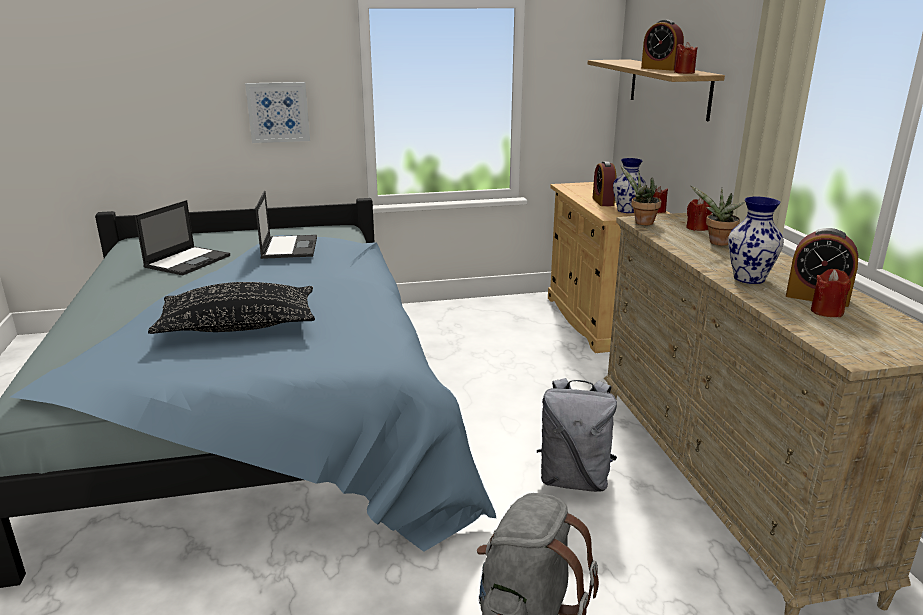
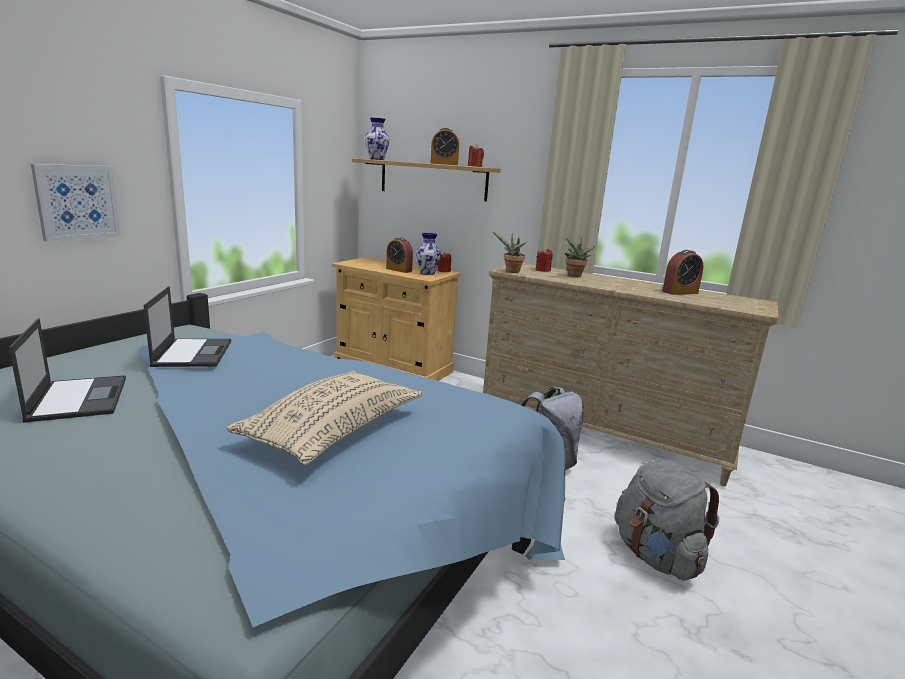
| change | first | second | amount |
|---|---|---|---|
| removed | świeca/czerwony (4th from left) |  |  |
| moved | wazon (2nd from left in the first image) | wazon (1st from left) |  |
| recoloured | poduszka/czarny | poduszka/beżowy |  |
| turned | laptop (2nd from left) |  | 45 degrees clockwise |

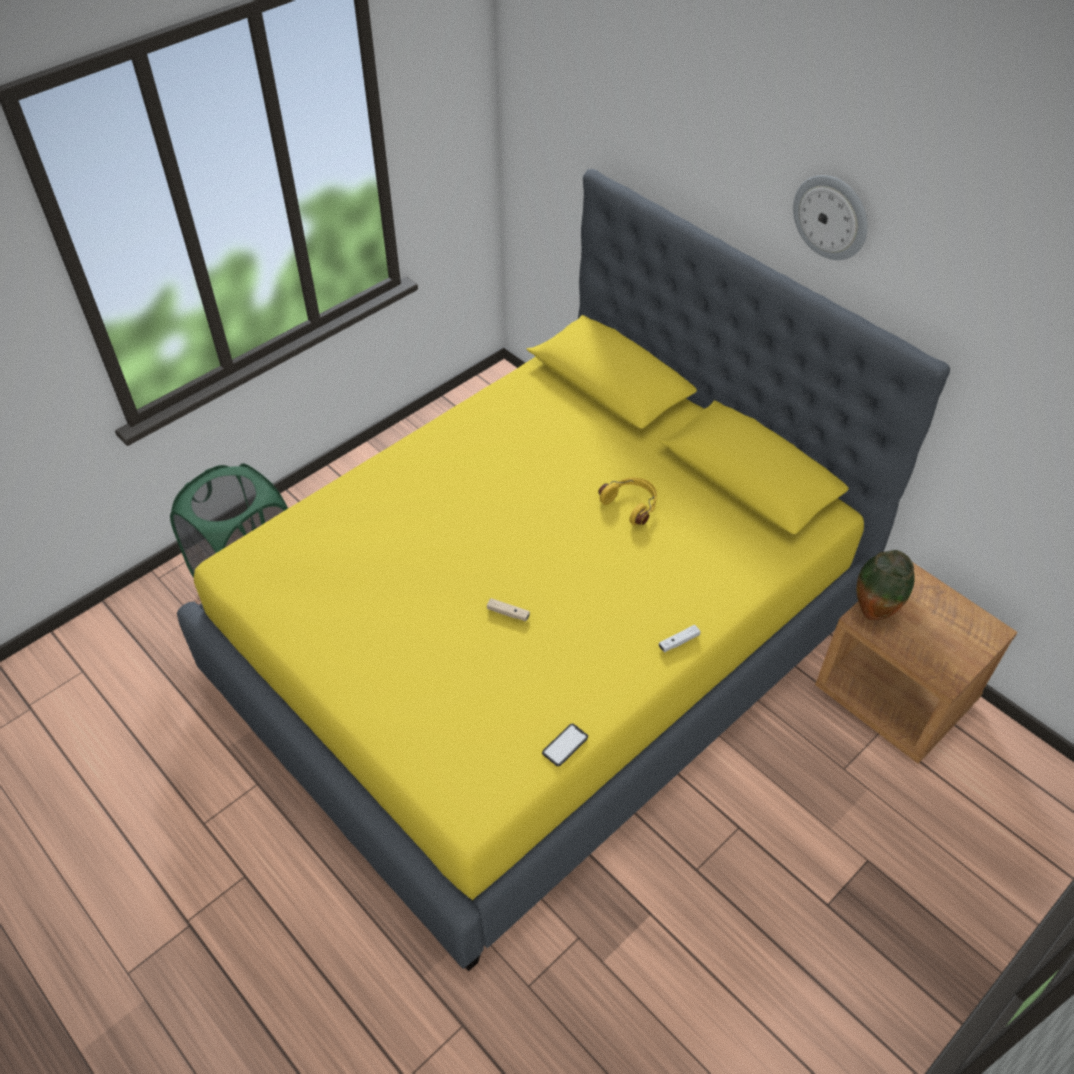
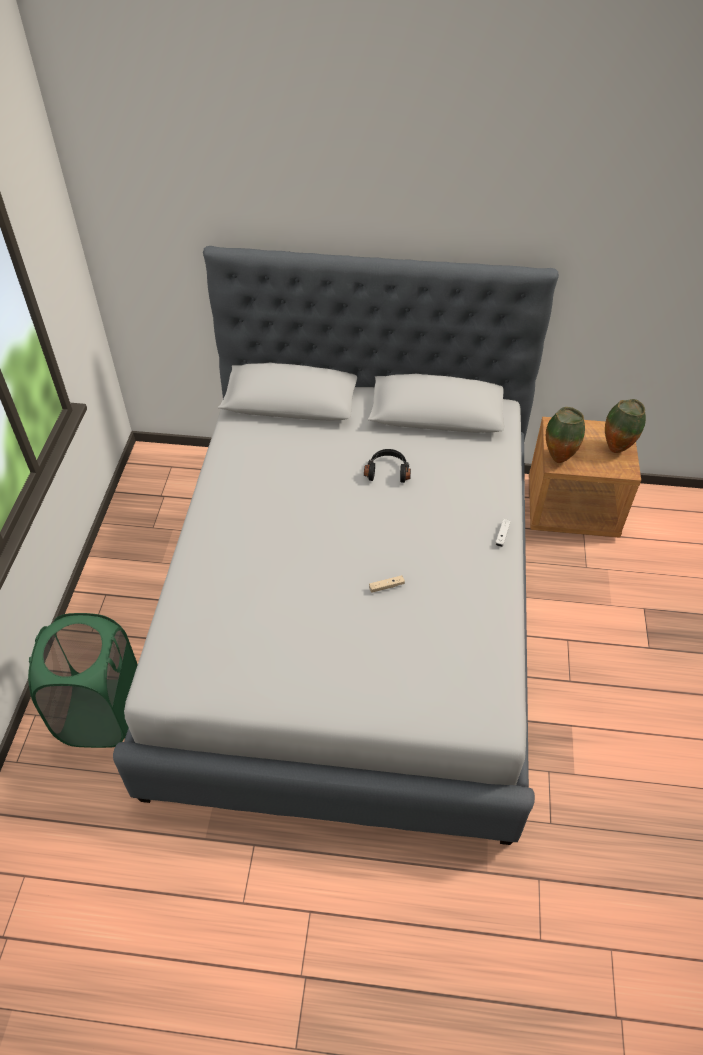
| change | first | second | amount |
|---|---|---|---|
| removed | telefon |  |  |
| removed | zegar ścienny |  |  |
| added |  | wazon (2nd from left) |  |
| recoloured | łóżko/żółty | łóżko/szary |  |
| recoloured | słuchawki/żółty | słuchawki/czarny |  |

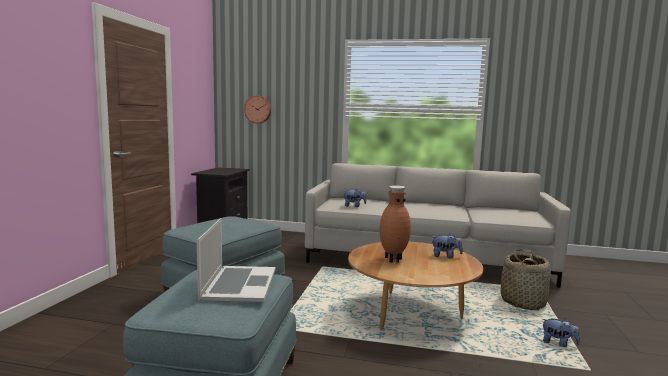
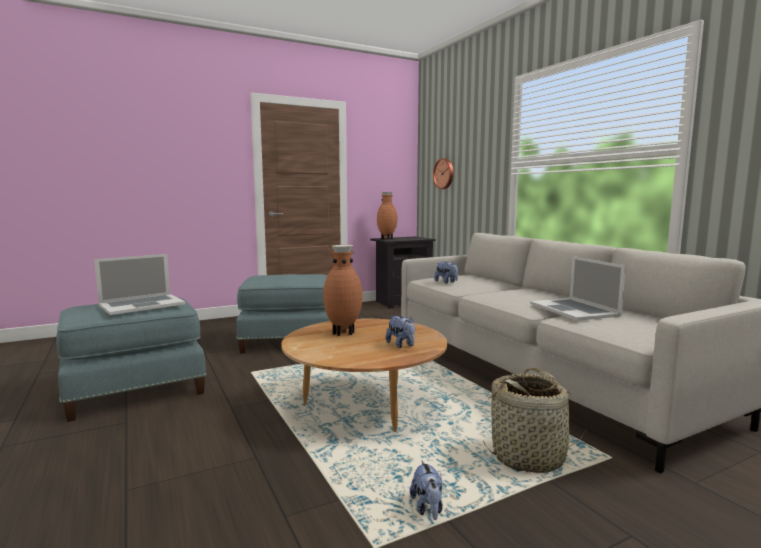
| change | first | second | amount |
|---|---|---|---|
| added |  | wazon/brązowy (2nd from left) |  |
| added |  | laptop (2nd from left) |  |

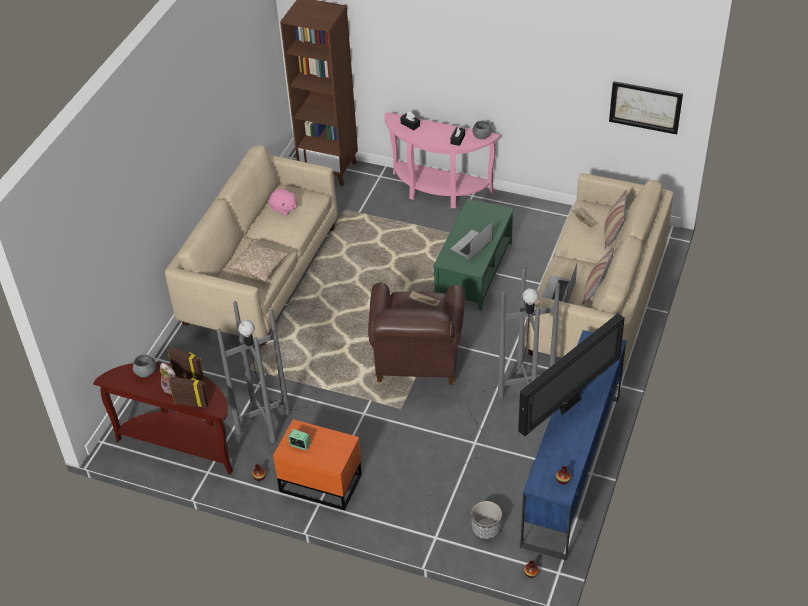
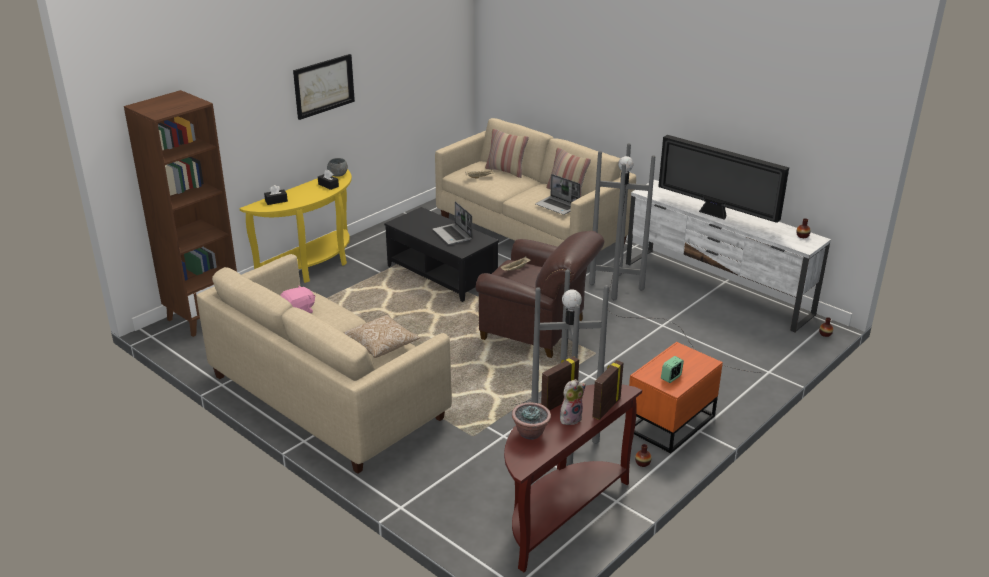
| change | first | second | amount |
|---|---|---|---|
| removed | donica |  |  |
| moved | obraz |  |  |
| replaced | miska/szary (1st from left) | roślina doniczkowa |  |
| recoloured | stolik konsolowy/różowy | stolik konsolowy/żółty |  |
| recoloured | ława/zielony | ława/czarny |  |
| recoloured | szafka pod telewizor/niebieski | szafka pod telewizor/biały |  |
| turned | telewizor |  | 150 degrees clockwise |

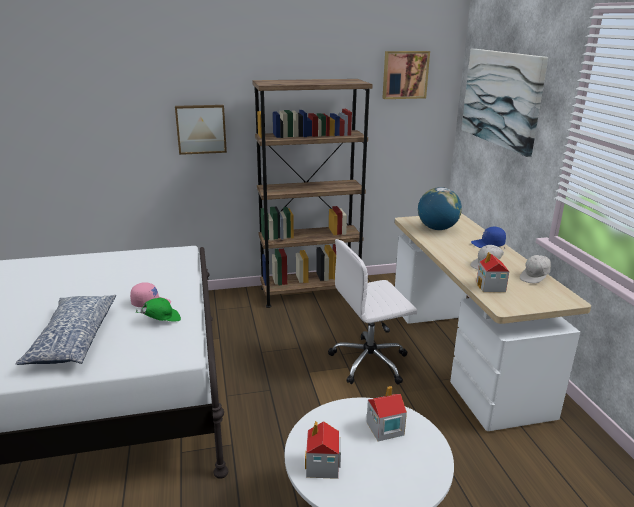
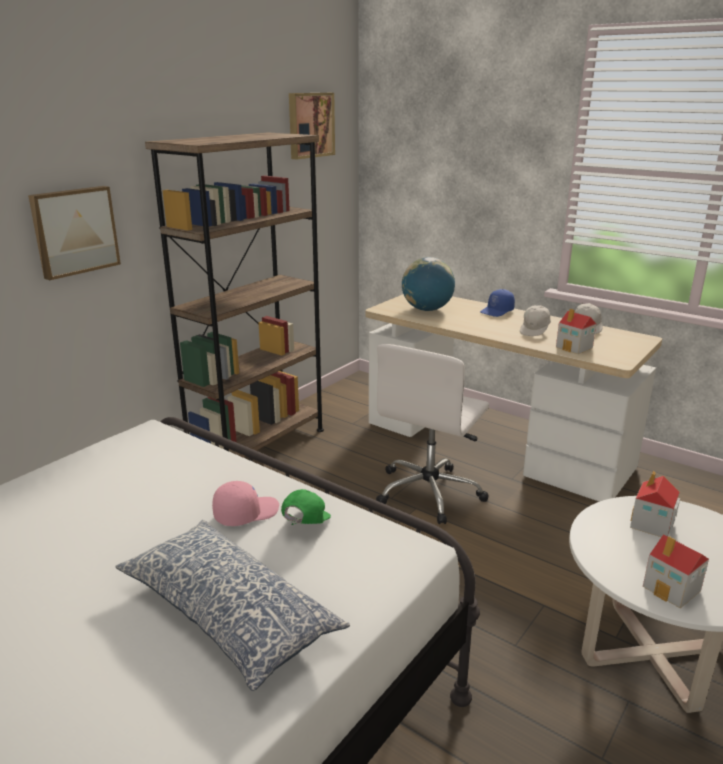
| change | first | second | amount |
|---|---|---|---|
| removed | obraz (3rd from left) |  |  |

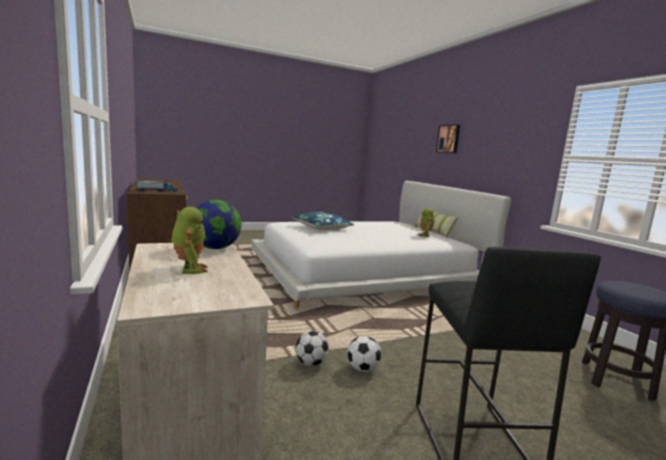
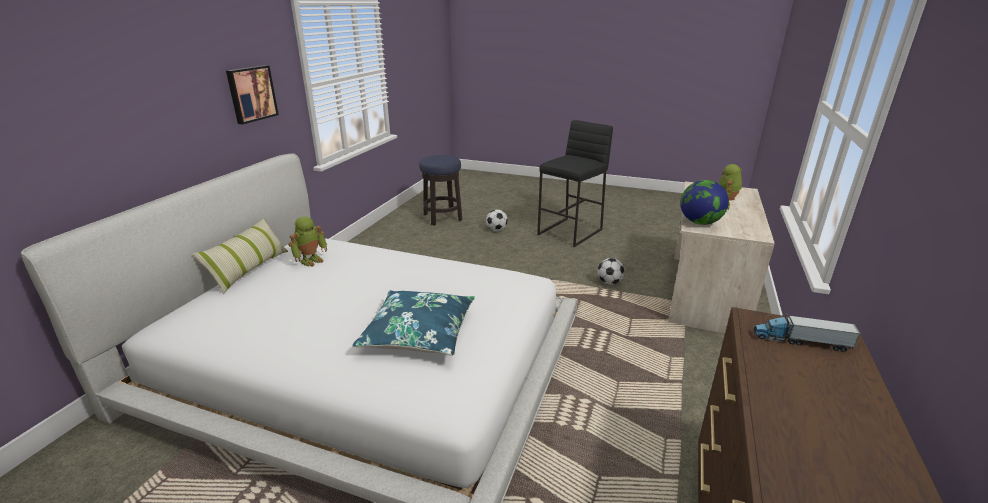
| change | first | second | amount |
|---|---|---|---|
| moved | piłka futbolowa (2nd from left in the first image) | piłka futbolowa (1st from left) |  |
| moved | obraz |  |  |

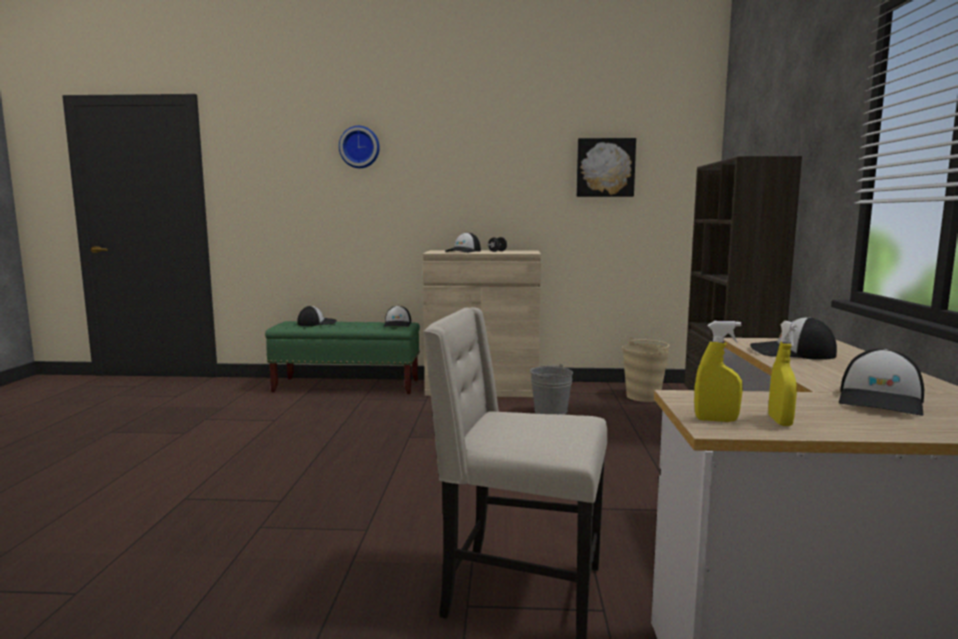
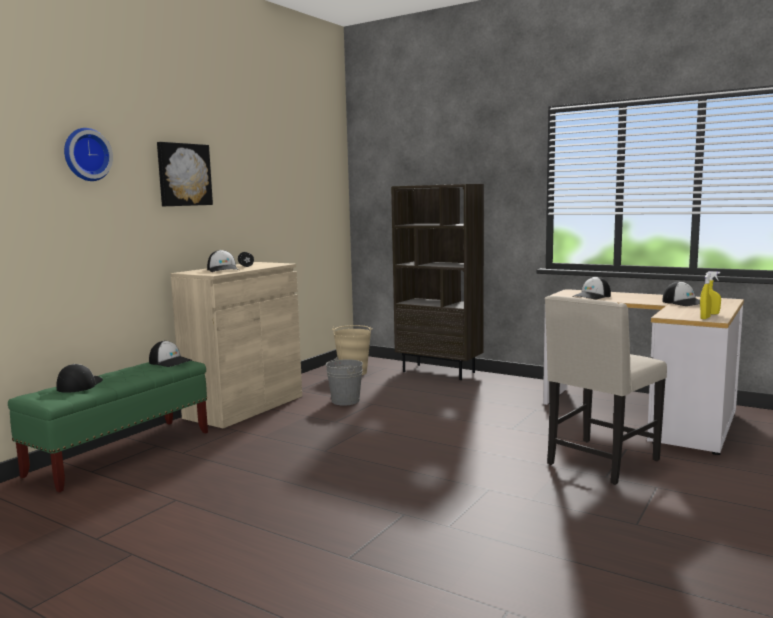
| change | first | second | amount |
|---|---|---|---|
| moved | obraz |  |  |

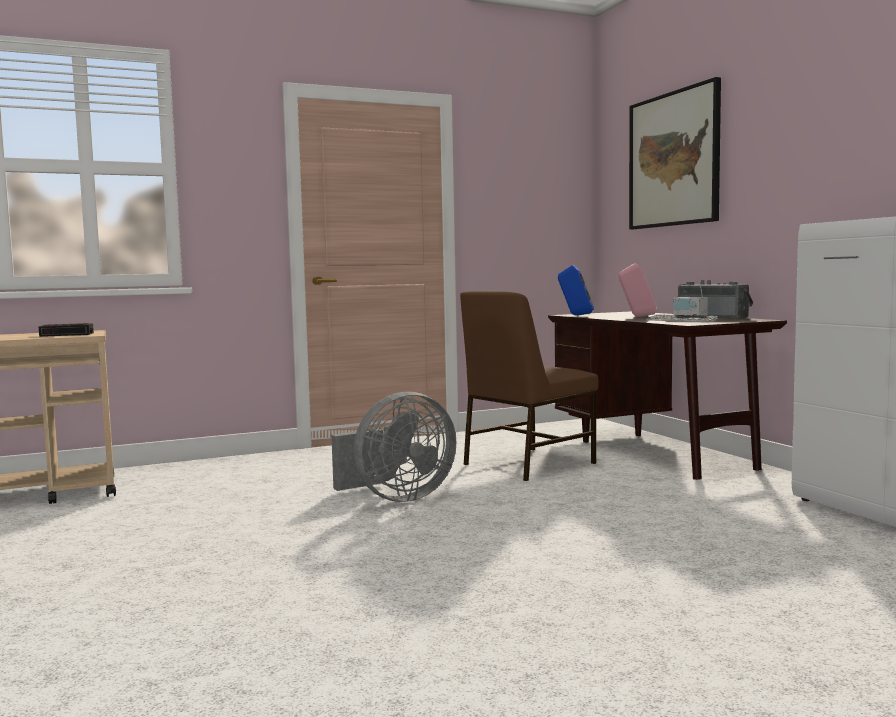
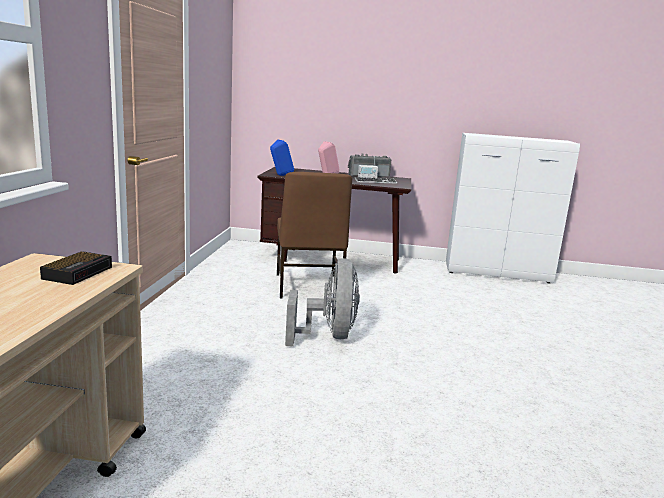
| change | first | second | amount |
|---|---|---|---|
| removed | obraz |  |  |

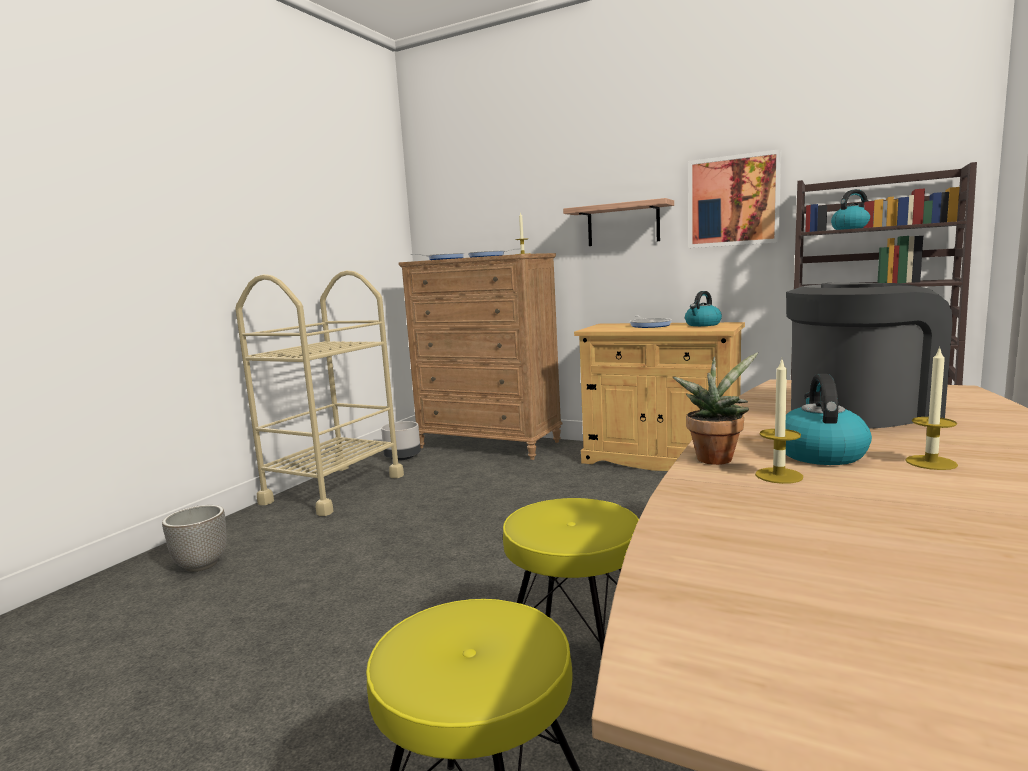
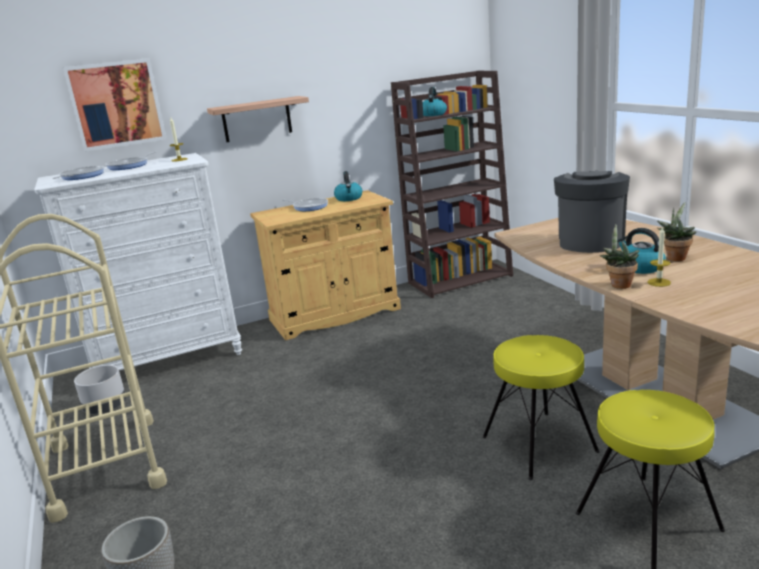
| change | first | second | amount |
|---|---|---|---|
| moved | obraz |  |  |
| replaced | świeca (3rd from left) | roślina doniczkowa (2nd from left) |  |
| recoloured | komoda/brązowy | komoda/biały |  |

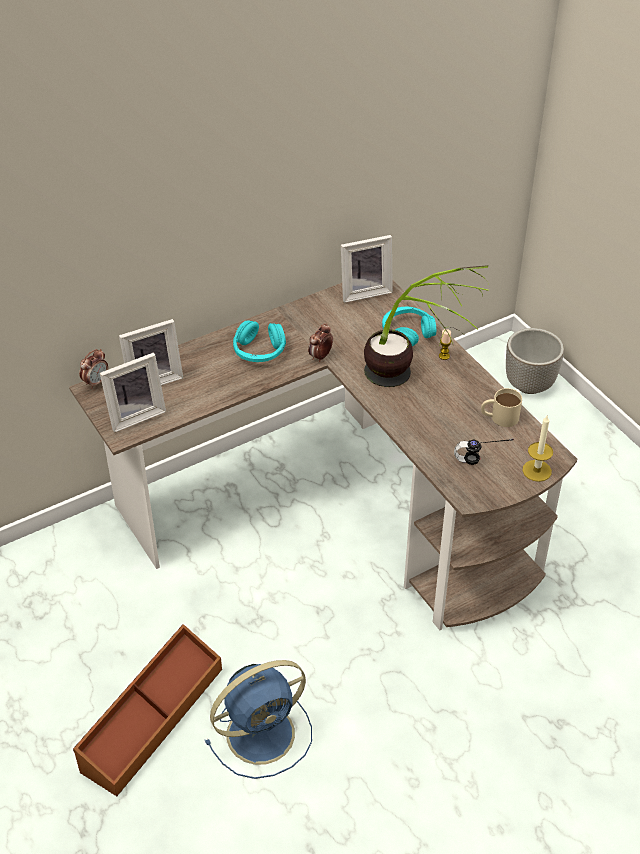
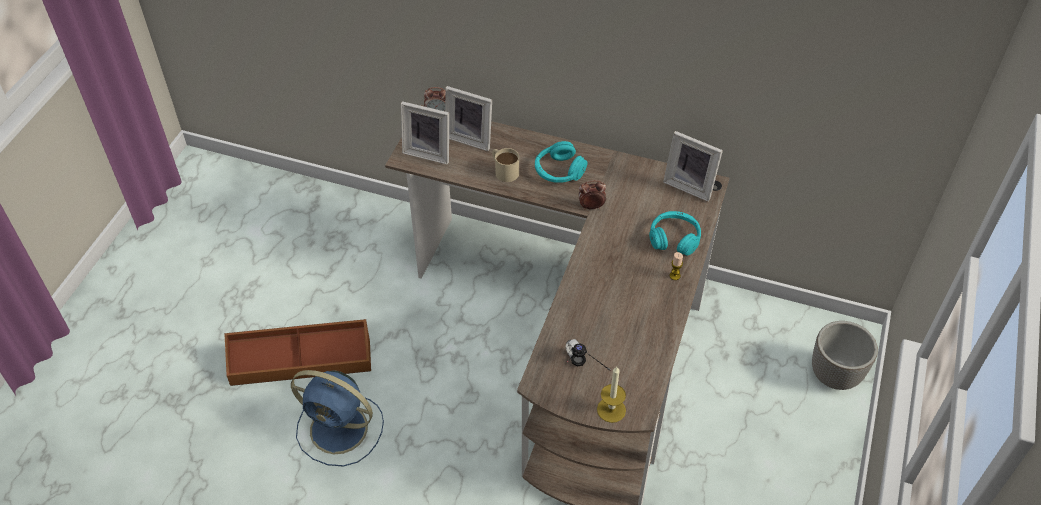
| change | first | second | amount |
|---|---|---|---|
| removed | roślina doniczkowa |  |  |
| moved | kubek/beżowy |  |  |

